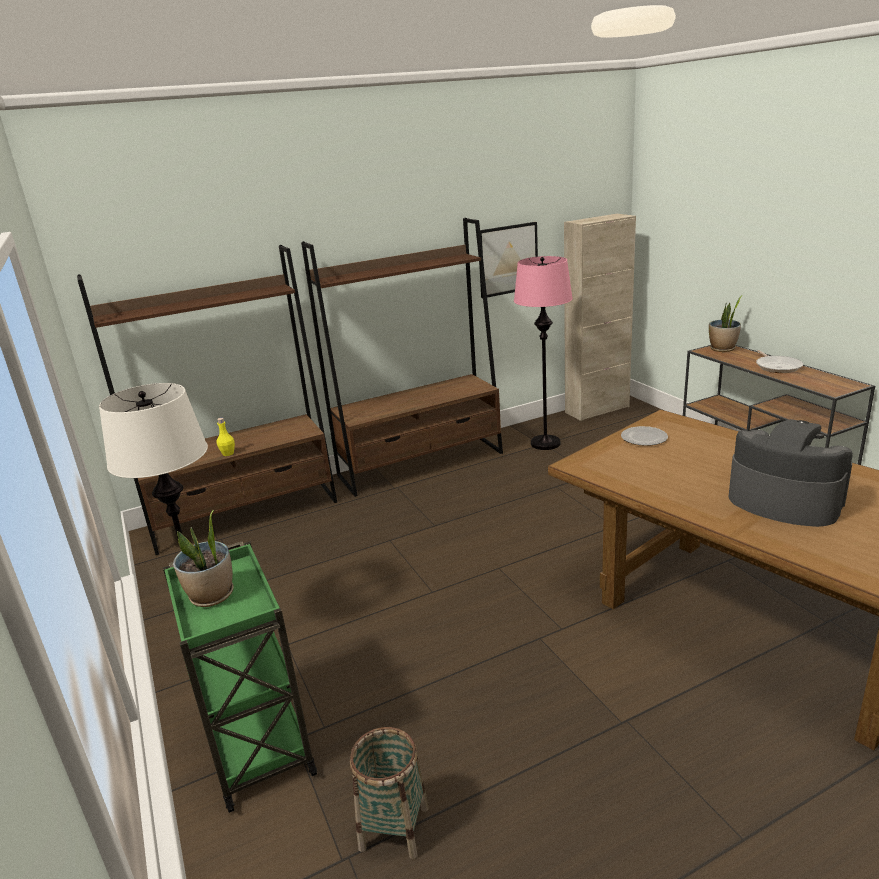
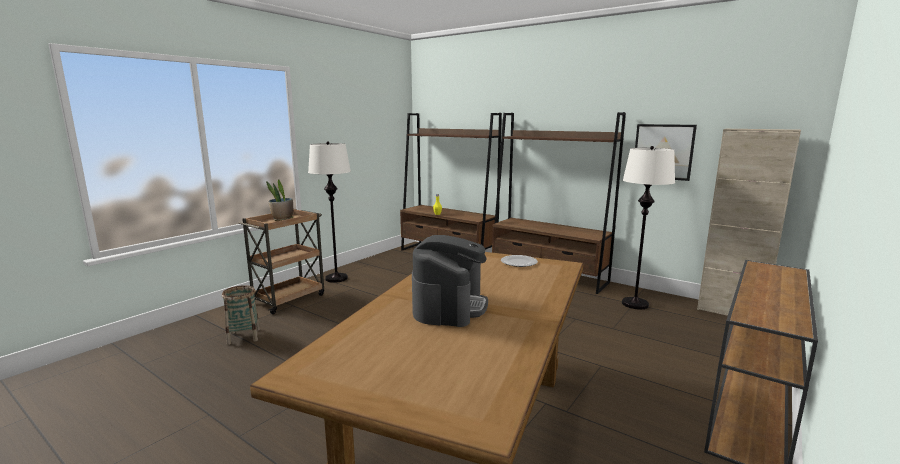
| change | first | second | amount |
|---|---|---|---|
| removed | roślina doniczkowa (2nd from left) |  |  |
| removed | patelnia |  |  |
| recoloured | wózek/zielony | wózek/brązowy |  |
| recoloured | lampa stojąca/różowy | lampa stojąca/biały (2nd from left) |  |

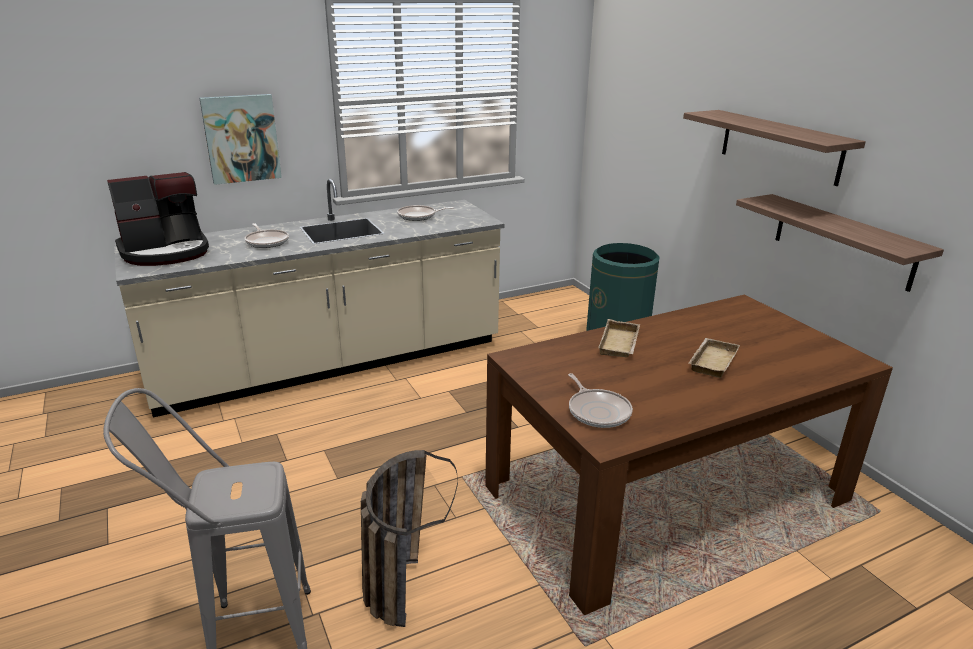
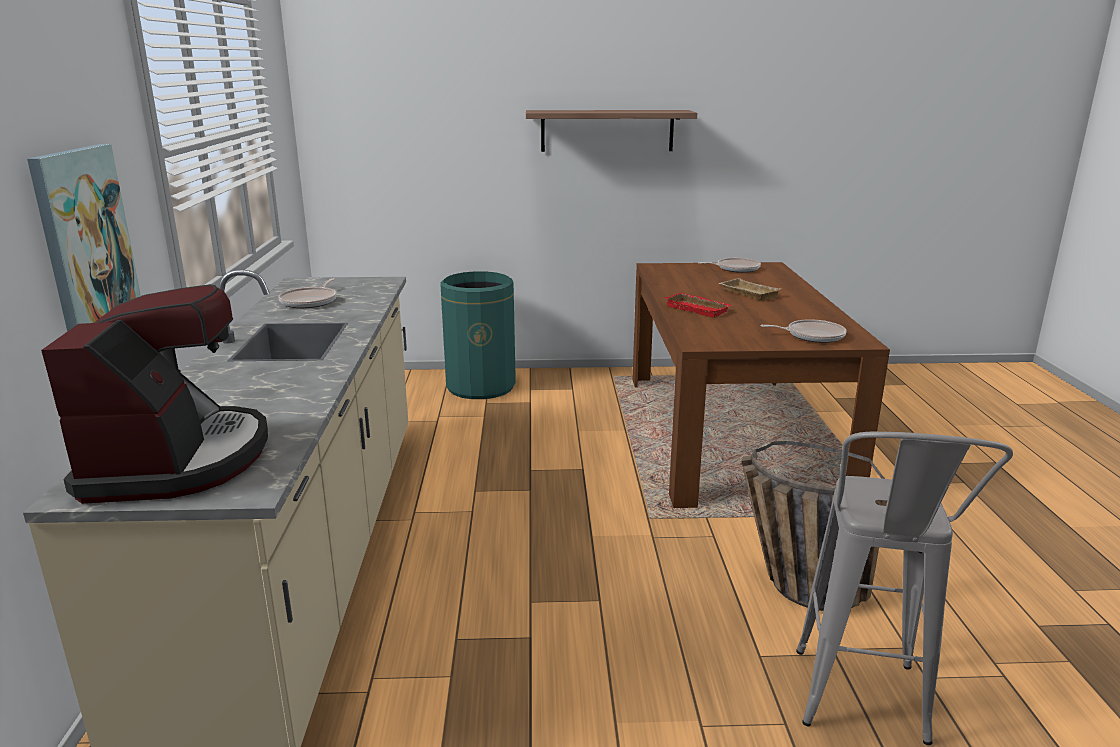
| change | first | second | amount |
|---|---|---|---|
| removed | półka (2nd from left) |  |  |
| moved | patelnia (1st from left in the first image) | patelnia (2nd from left) |  |
| recoloured | taca/beżowy (1st from left) | taca/czerwony |  |

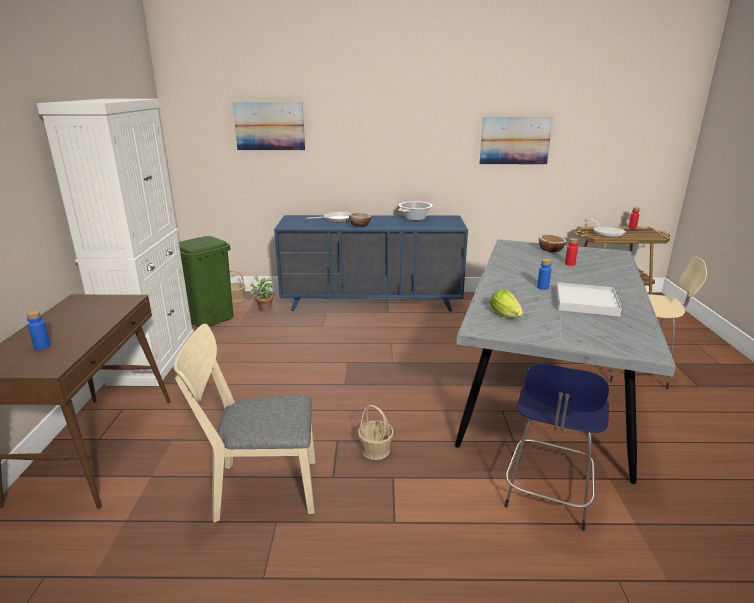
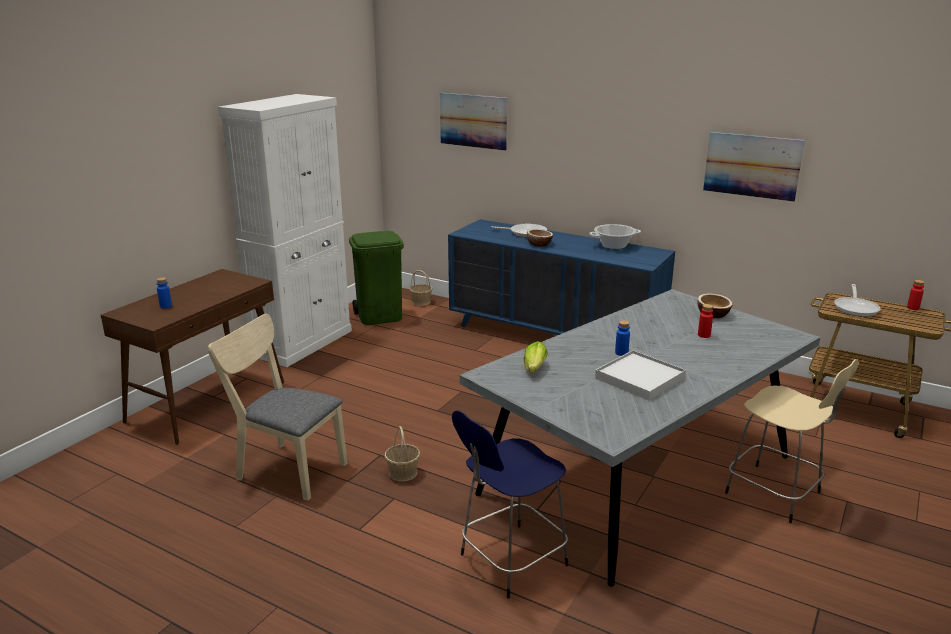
| change | first | second | amount |
|---|---|---|---|
| removed | roślina doniczkowa |  |  |

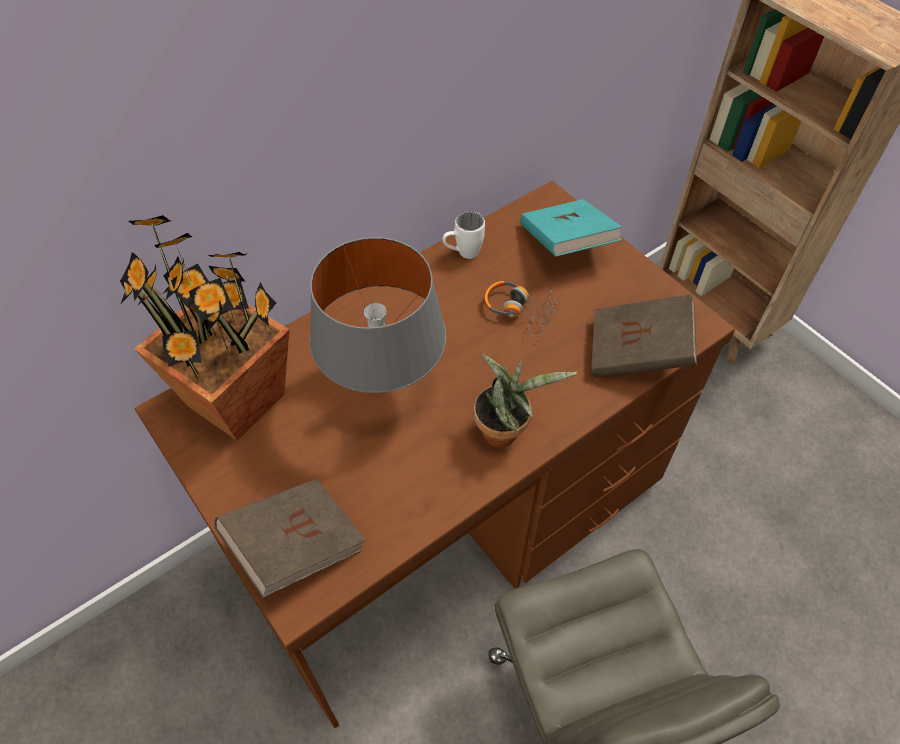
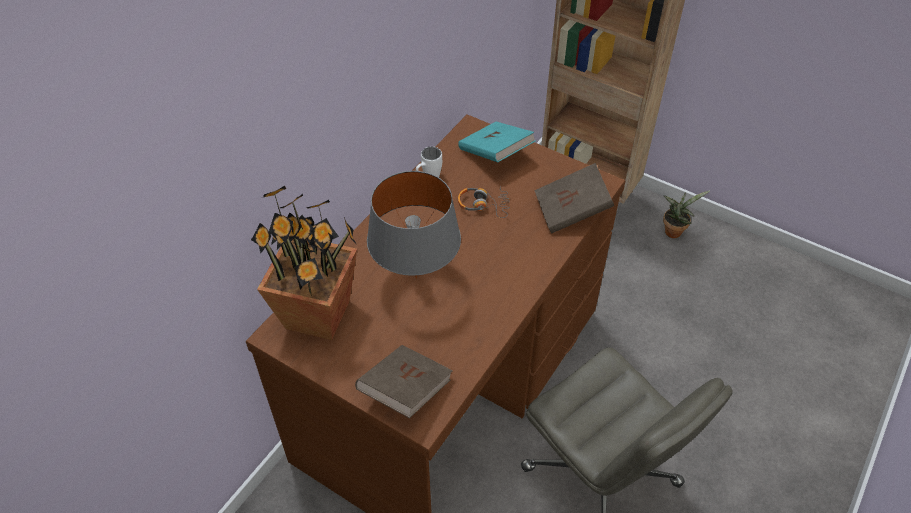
| change | first | second | amount |
|---|---|---|---|
| moved | roślina doniczkowa (2nd from left) |  |  |

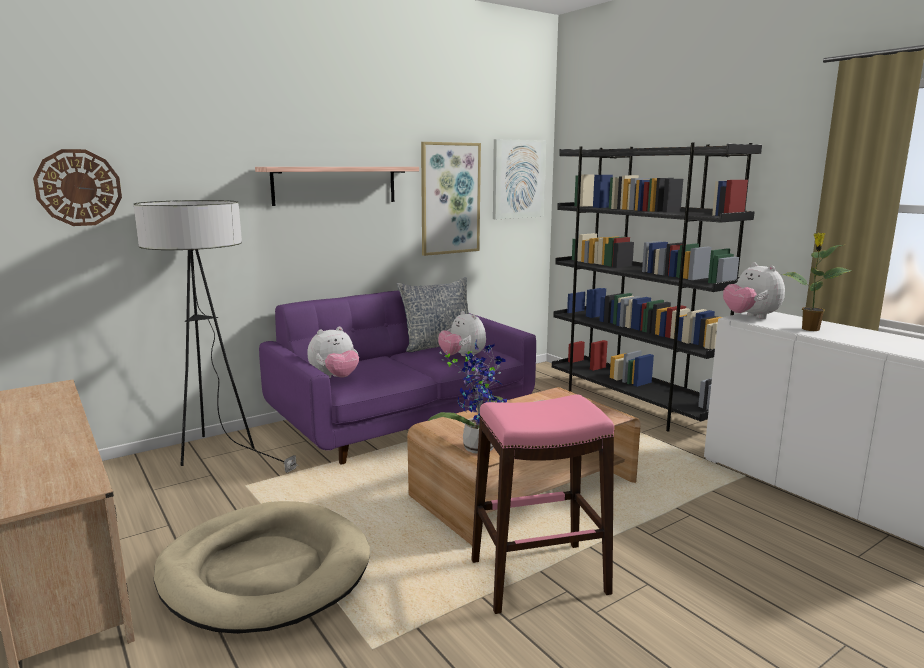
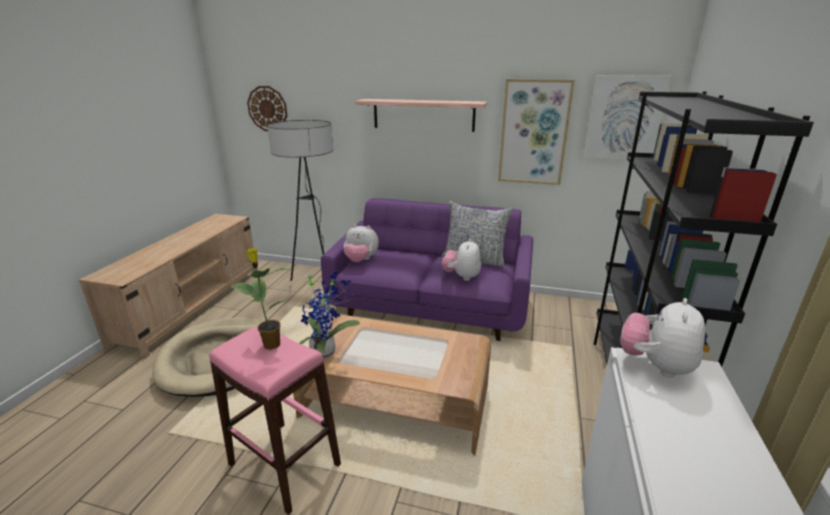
| change | first | second | amount |
|---|---|---|---|
| moved | roślina doniczkowa (2nd from left in the first image) | roślina doniczkowa (1st from left) |  |

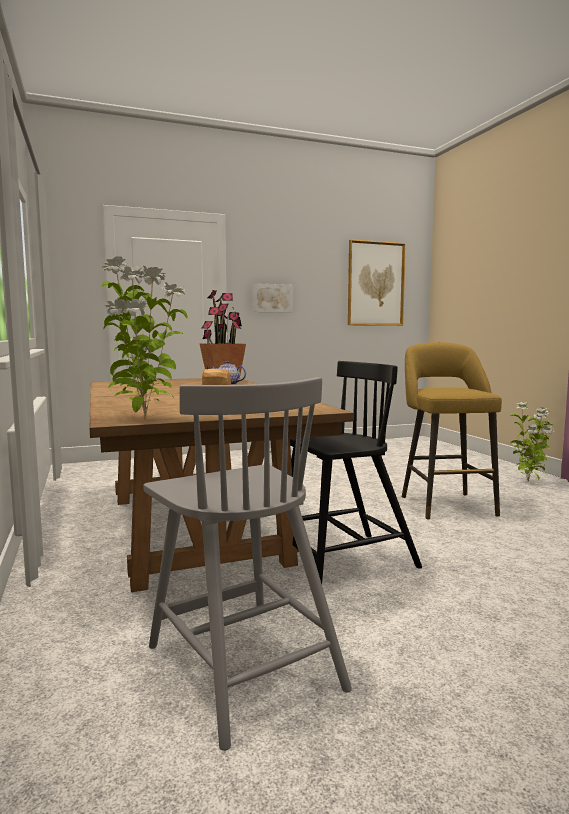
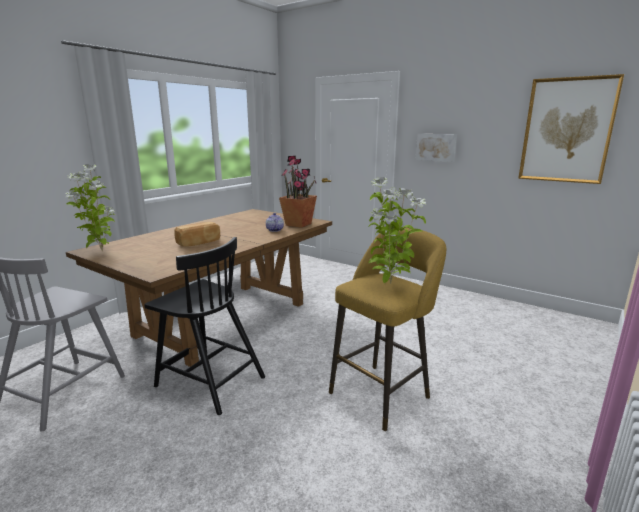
| change | first | second | amount |
|---|---|---|---|
| moved | roślina doniczkowa (3rd from left) |  |  |

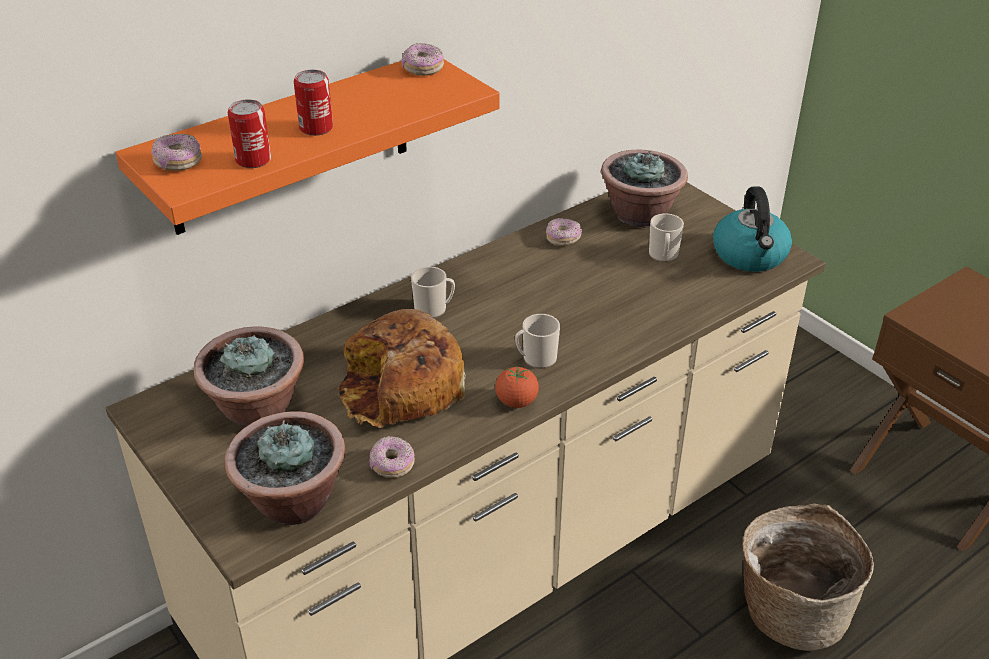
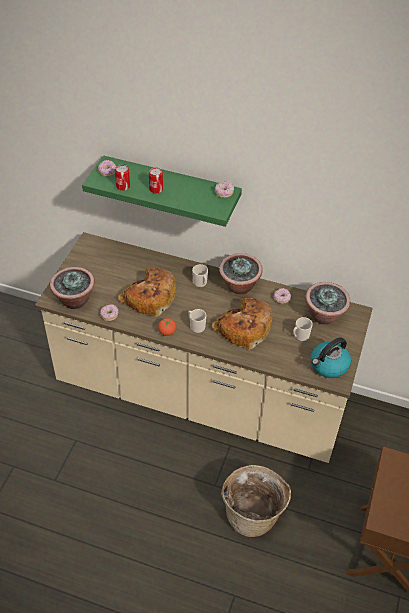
| change | first | second | amount |
|---|---|---|---|
| added |  | chleb (2nd from left) |  |
| moved | roślina doniczkowa (1st from left in the first image) | roślina doniczkowa (2nd from left) |  |
| recoloured | półka/pomarańczowy | półka/zielony |  |

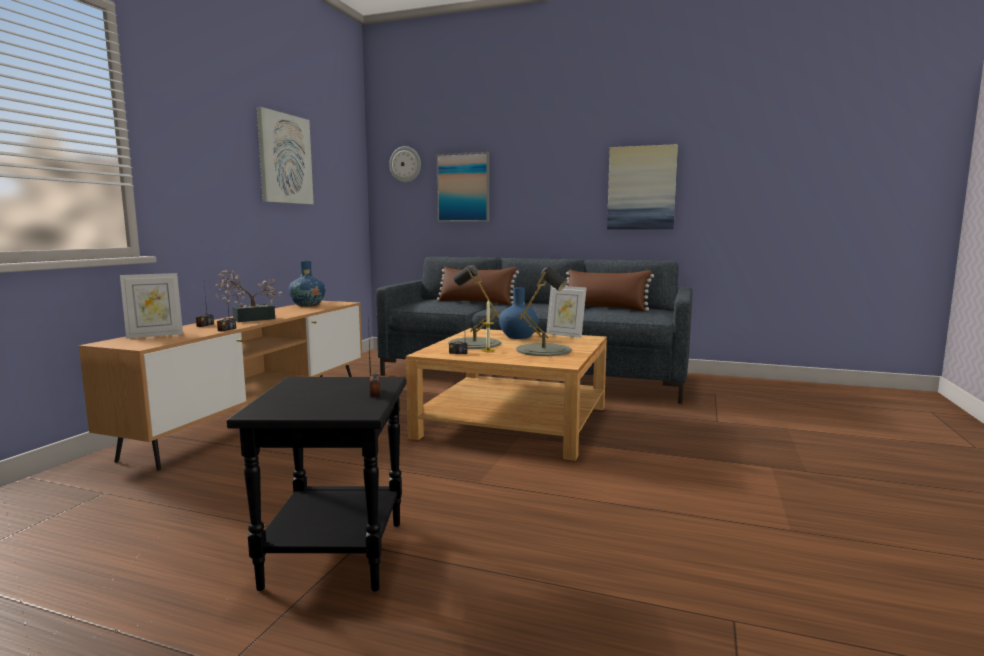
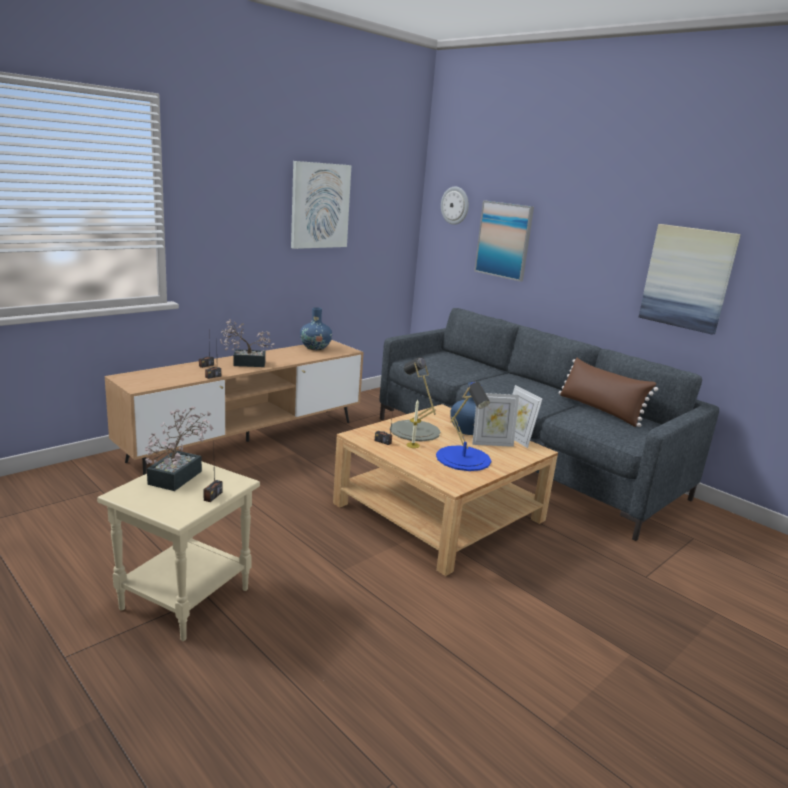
| change | first | second | amount |
|---|---|---|---|
| removed | poduszka/brązowy (1st from left) |  |  |
| added |  | roślina doniczkowa (1st from left) |  |
| moved | ramka na zdjęcie (1st from left) |  |  |
| recoloured | stolik/czarny | stolik/beżowy |  |
| recoloured | lampa stołowa/szary (2nd from left) | lampa stołowa/niebieski |  |

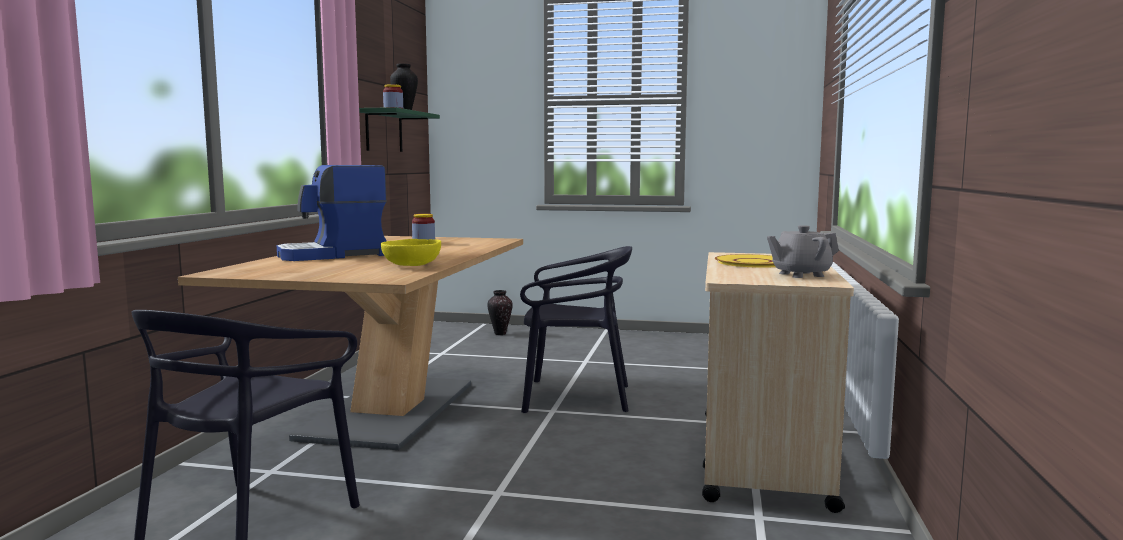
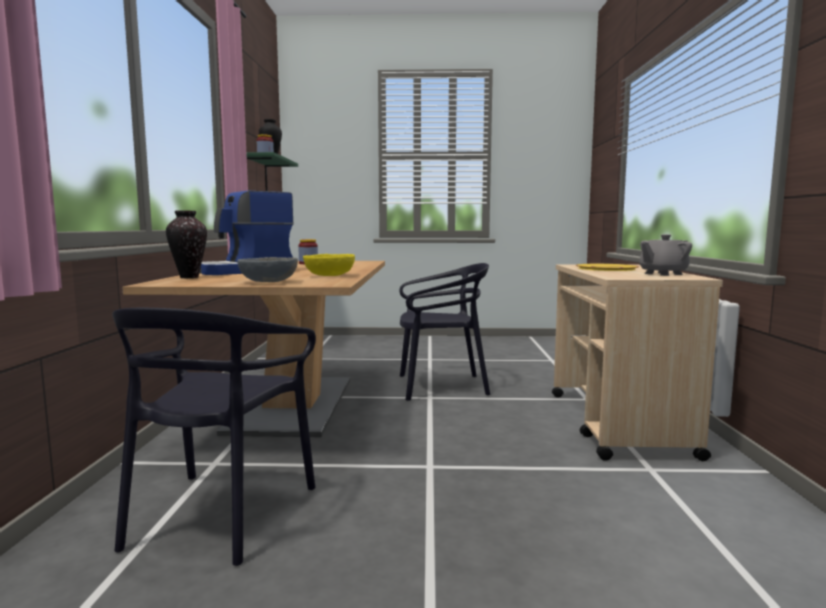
| change | first | second | amount |
|---|---|---|---|
| added |  | miska/szary |  |
| moved | wazon (2nd from left in the first image) | wazon (1st from left) |  |

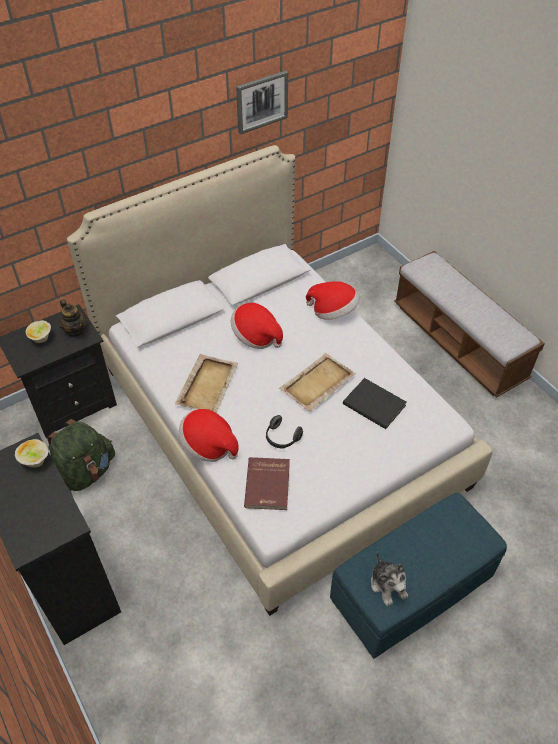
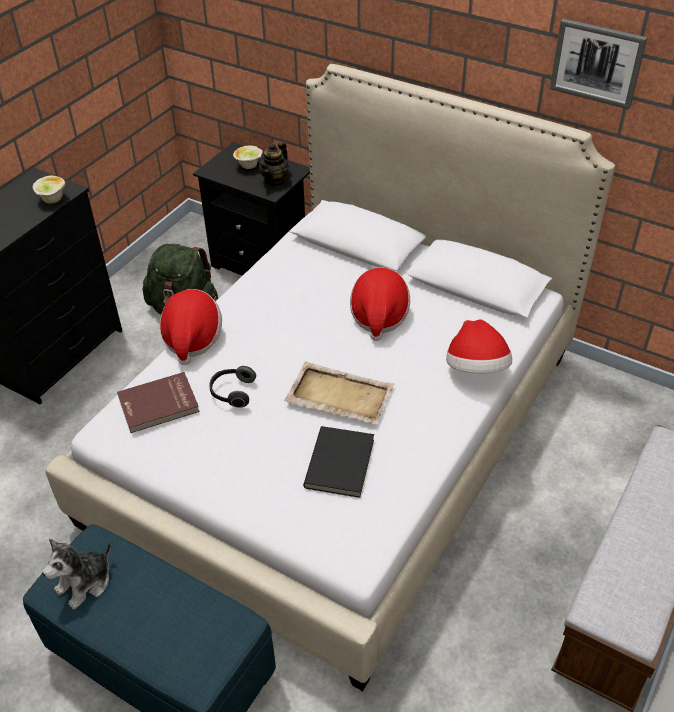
| change | first | second | amount |
|---|---|---|---|
| removed | taca/beżowy (1st from left) |  |  |

